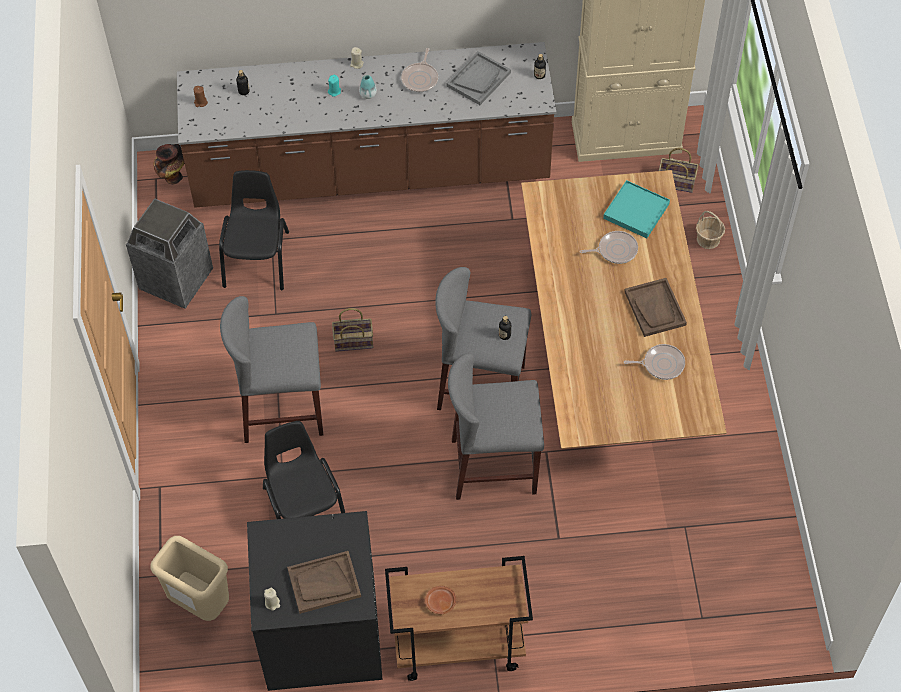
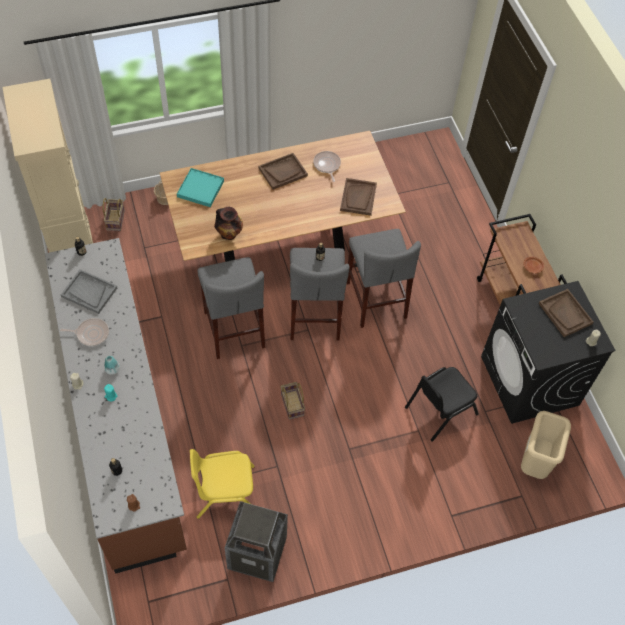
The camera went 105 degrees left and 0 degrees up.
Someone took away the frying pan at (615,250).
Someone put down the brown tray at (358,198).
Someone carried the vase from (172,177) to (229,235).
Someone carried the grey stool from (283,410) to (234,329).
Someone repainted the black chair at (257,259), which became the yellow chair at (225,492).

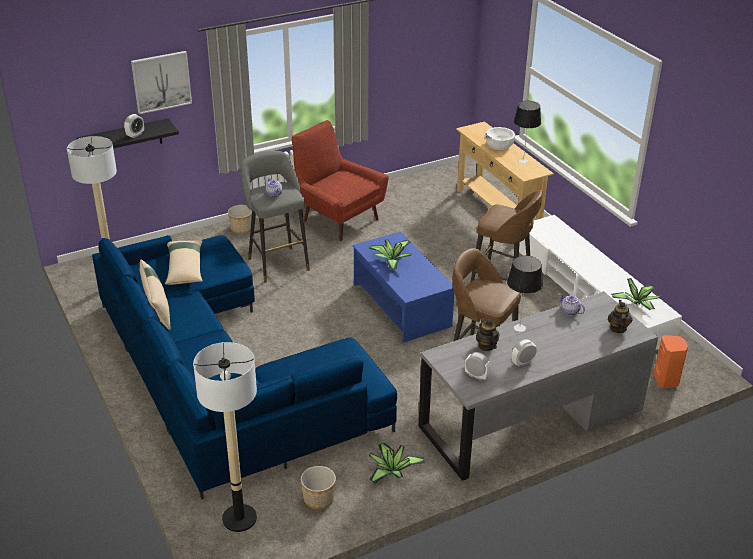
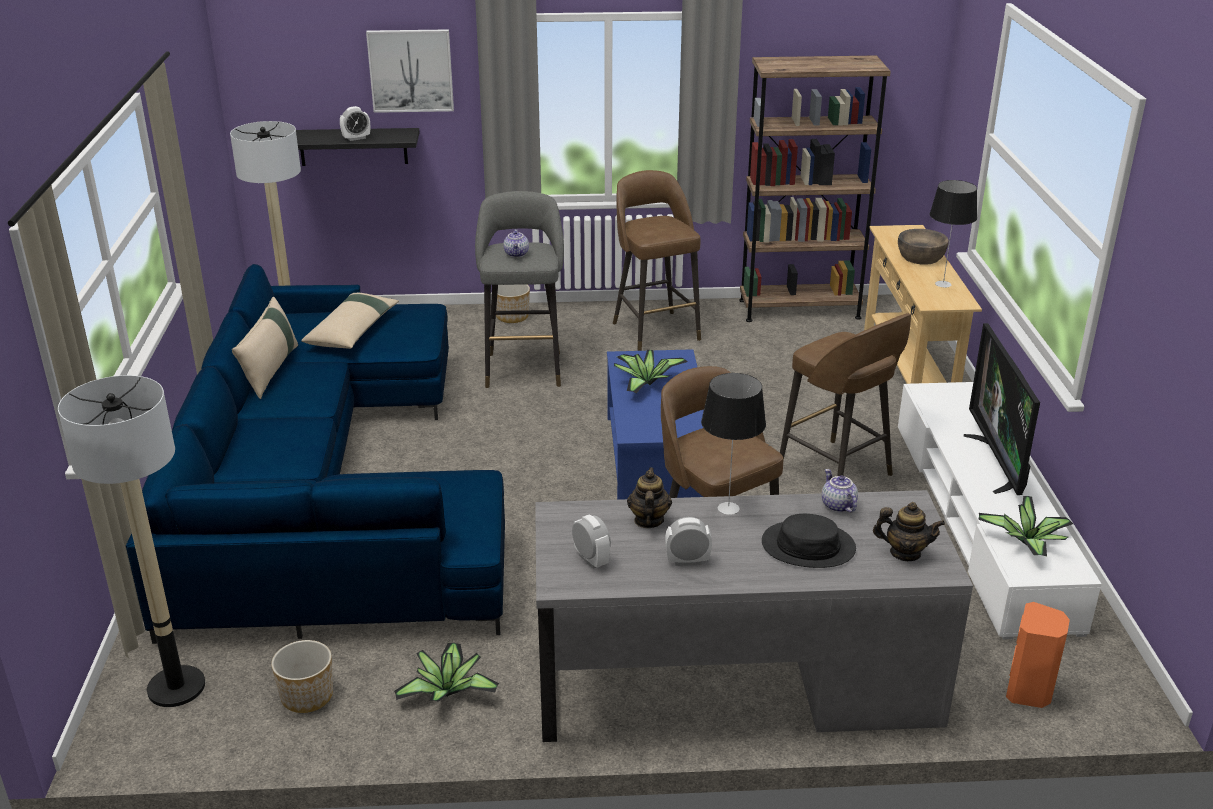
The camera went 25 degrees right and 5 degrees down.
Someone put down the brown bookcase at (799,309).
Someone put down the black hat at (808,546).
Someone put down the television at (998,463).
Someone swapped the red armchair at (337,218) for the brown stool at (655,330).
Someone repainted the white bowl at (499,145), which became the brown bowl at (920,257).
Someone rotated the teapot at (618,328) by 75 degrees clockwise.

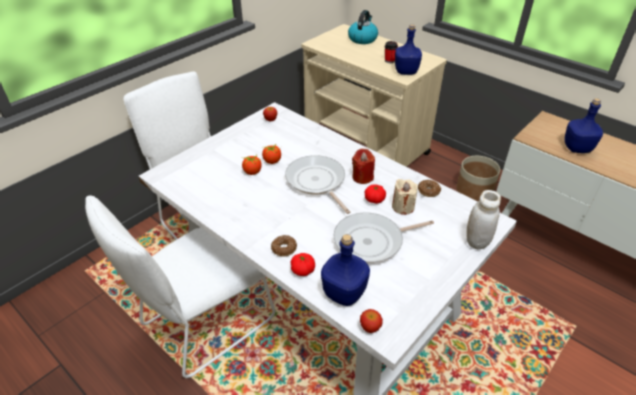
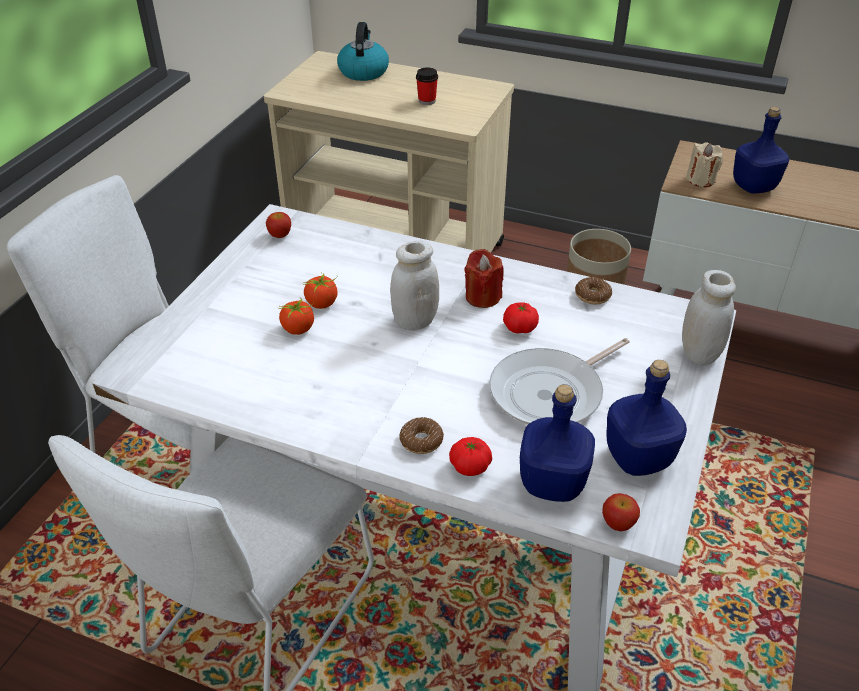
The camera went 20 degrees left and 0 degrees up.
Someone carried the beige candle from (403,207) to (701,180).
Someone carried the blue bottle from (406,72) to (639,459).
Someone swapped the frying pan at (317,182) for the white jar at (415,321).

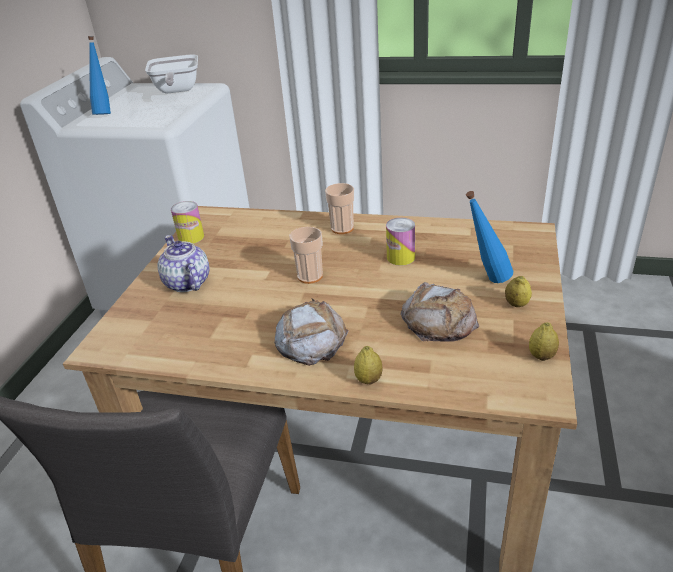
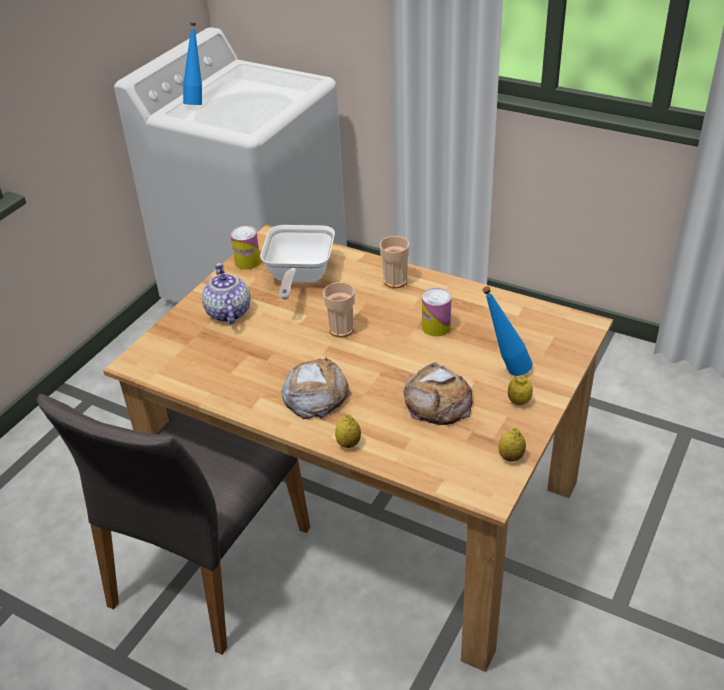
The camera went 15 degrees right and 5 degrees up.
Someone carried the frying pan from (176,91) to (298,278).

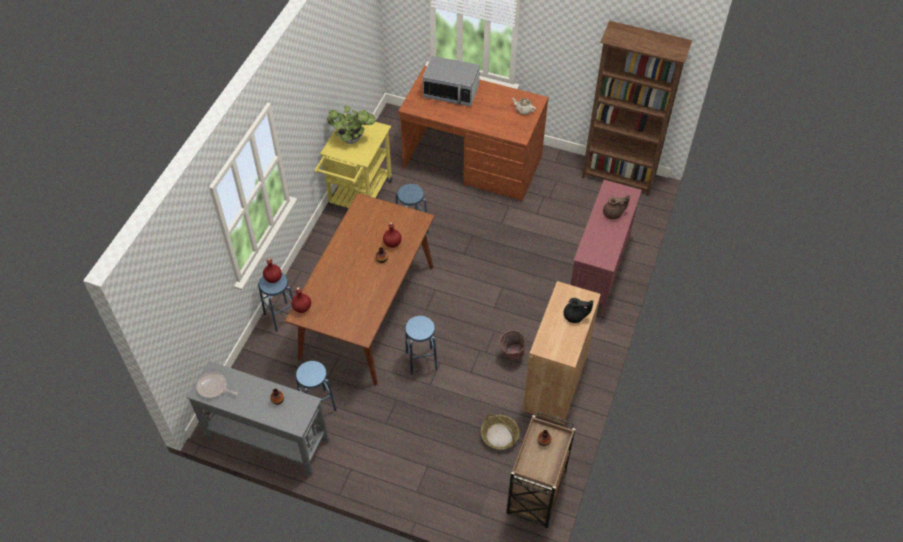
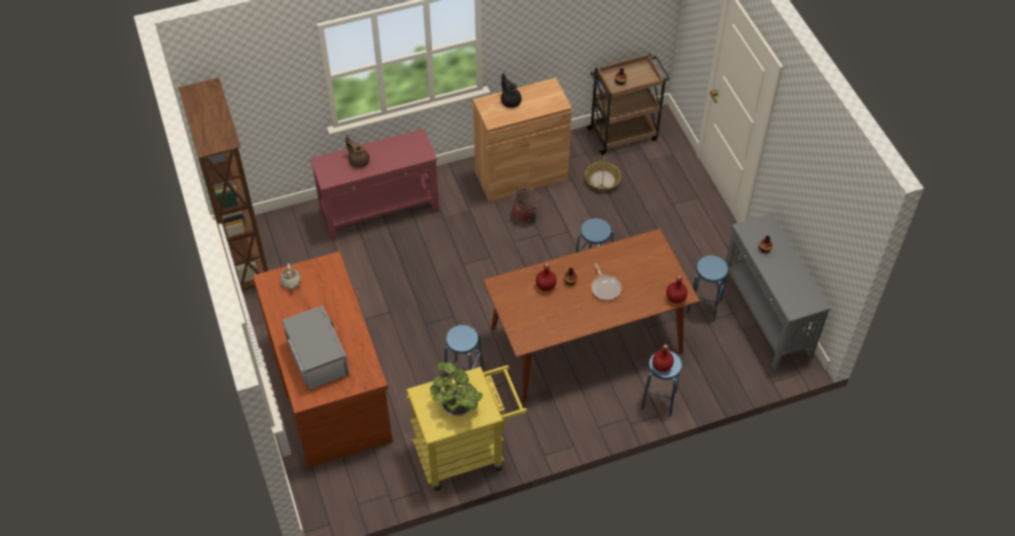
The camera went 130 degrees left and 0 degrees up.
Someone carried the frying pan from (213,387) to (605,288).

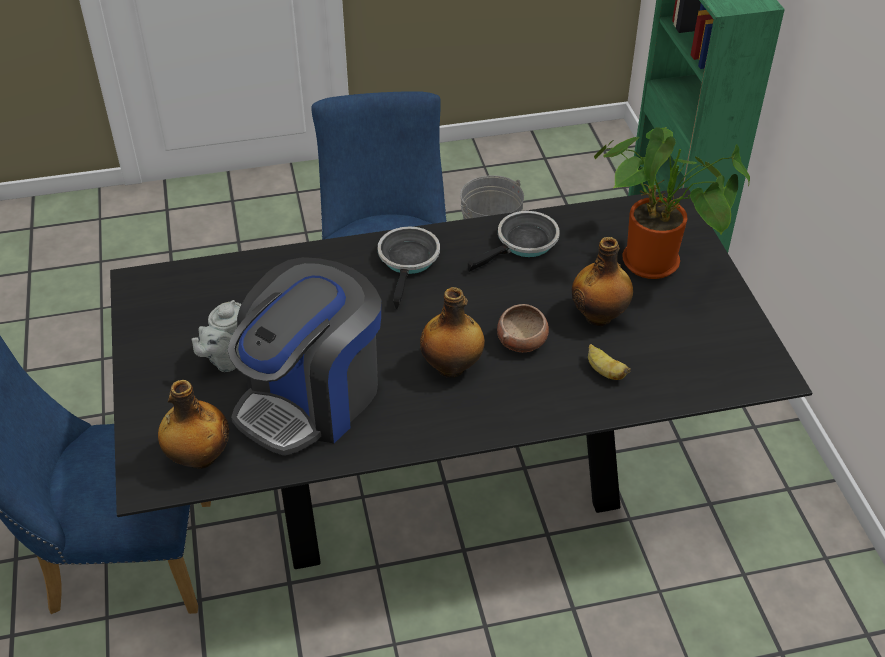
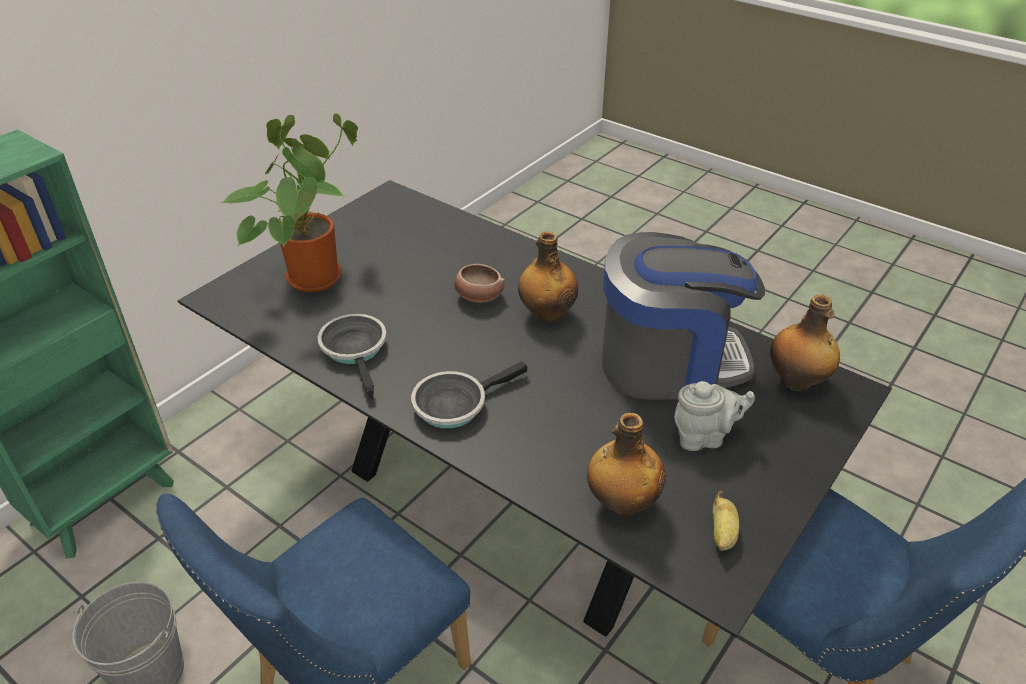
The camera went 130 degrees left and 5 degrees down.
Someone carried the bottle from (599,316) to (622,503).
Someone carried the banana from (604,371) to (722,534).
Someone rotated the frying pan at (523,244) by 60 degrees clockwise.

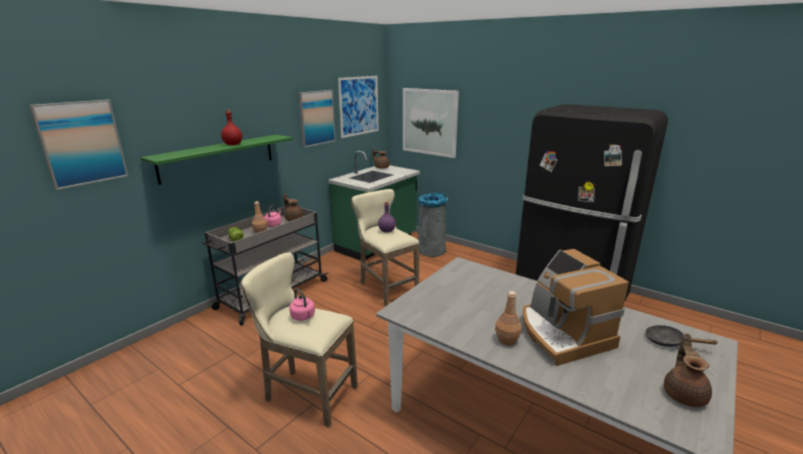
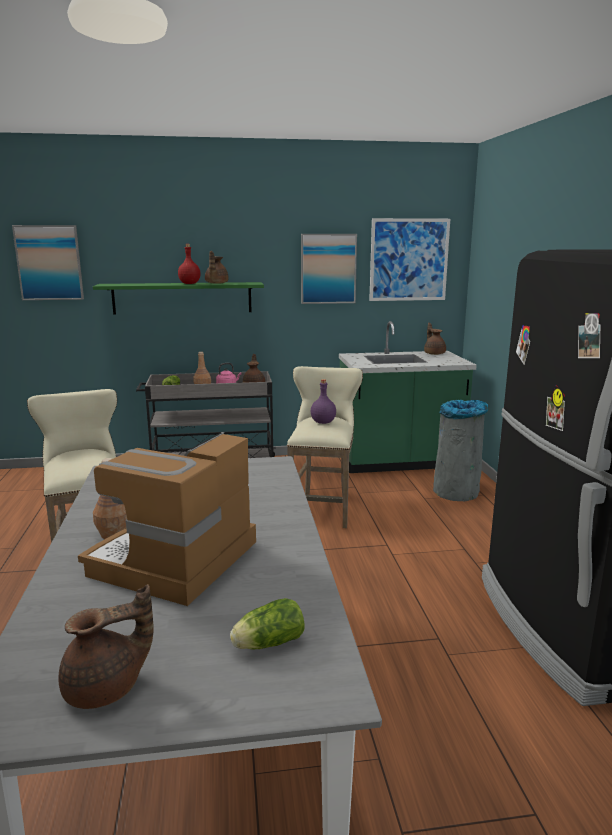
The camera went 45 degrees right and 5 degrees down.
Someone took away the pink kettle at (303,317).
Someone took away the picture at (429,122).
Someone put down the brown teapot at (216,283).
Someone swapped the black frying pan at (668,341) for the lettuce at (266,643).

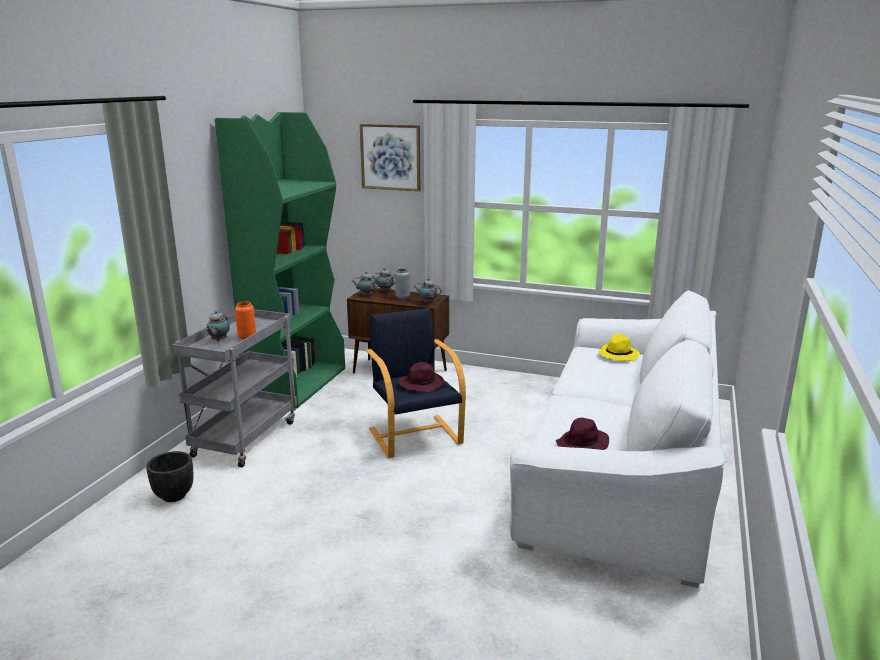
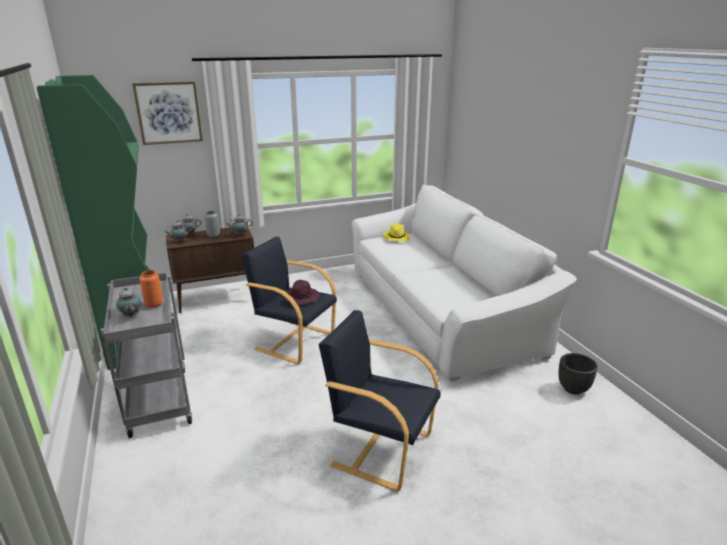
The camera went 40 degrees left and 5 degrees up.
Someone took away the purple hat at (582,445).
Someone put down the black armchair at (380,448).
Someone carried the black planter from (174,496) to (573,389).

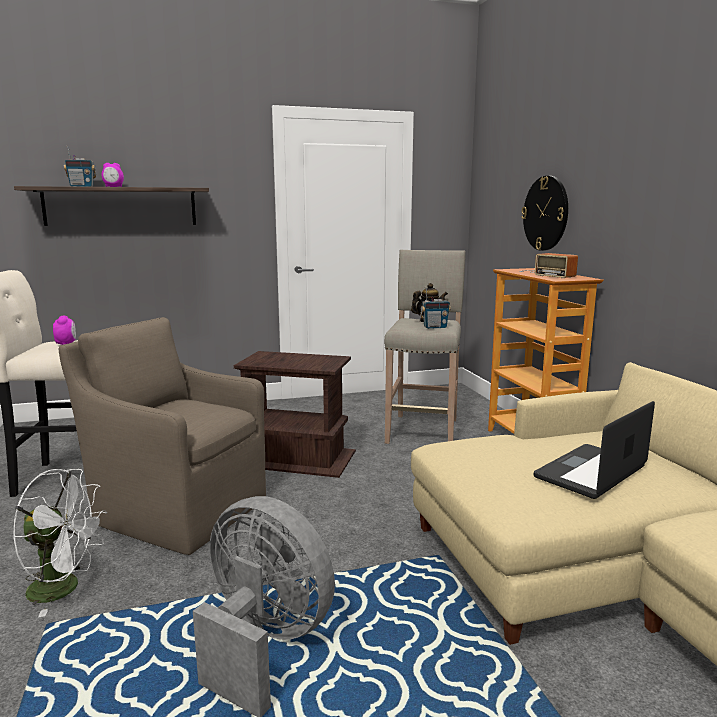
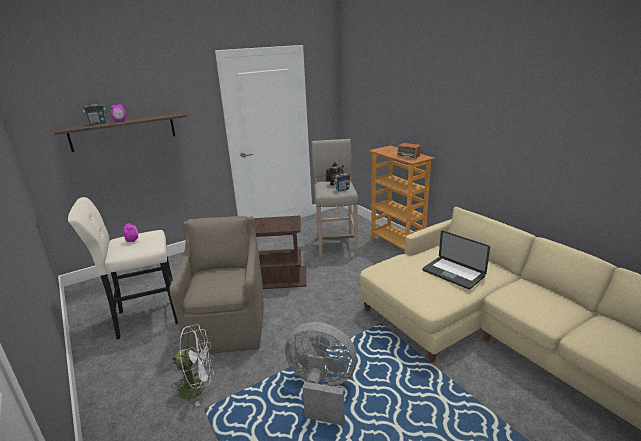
The camera went 15 degrees left and 10 degrees up.
Someone took away the wall clock at (545,213).
Someone rotated the brown armchair at (178,510) by 75 degrees clockwise.
Someone rotated the laptop at (590,472) by 75 degrees counterclockwise.

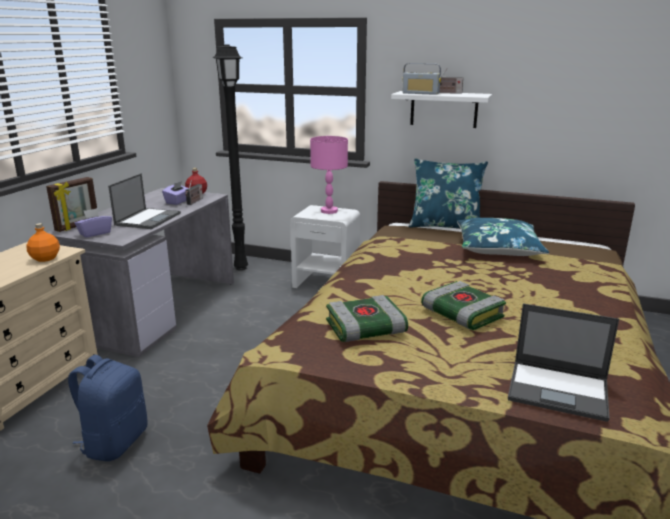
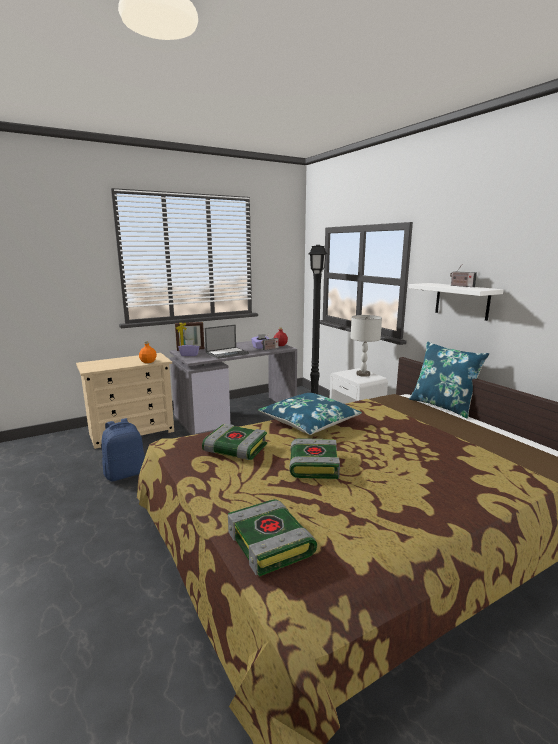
The camera went 40 degrees right and 5 degrees down.
Someone took away the radio at (420,93).
Someone carried the blue pillow from (498,248) to (309,422).
Someone swapped the laptop at (559,390) for the book at (271,543).
Someone repainted the pink table lamp at (329,211), which became the grey table lamp at (363,374).

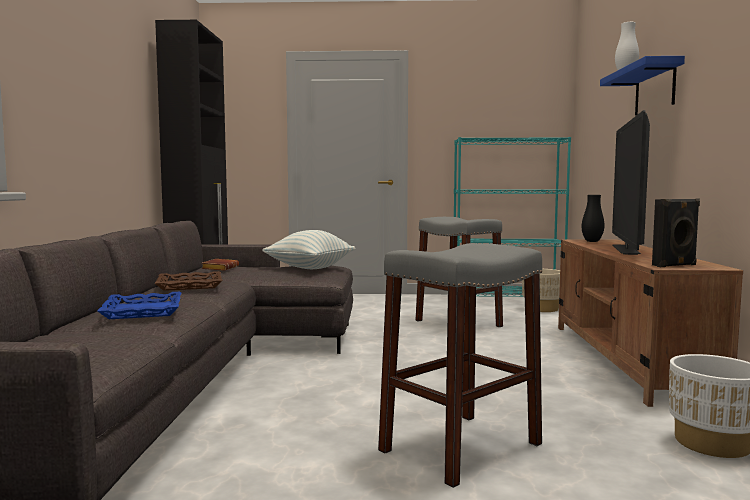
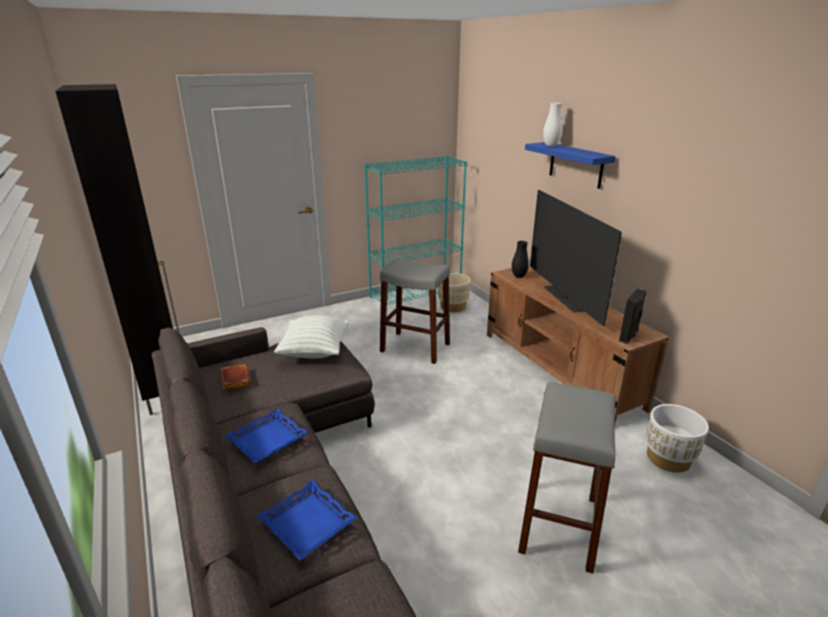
The camera went 30 degrees left and 20 degrees up.
Someone repainted the brown tray at (189,285), which became the blue tray at (267,440).

